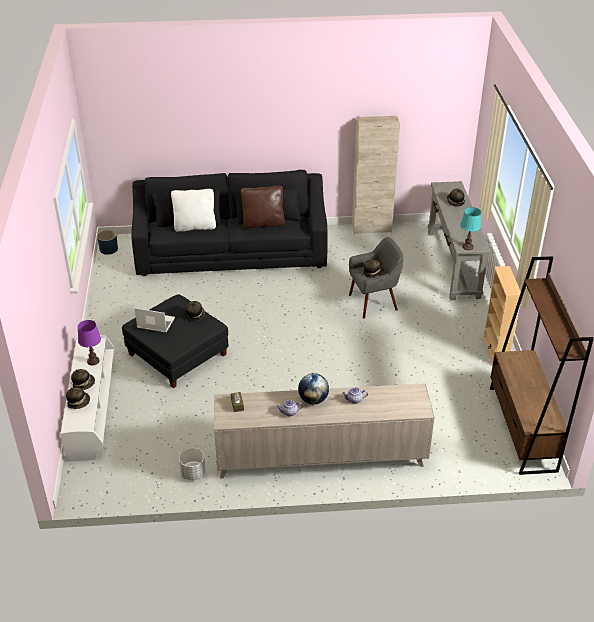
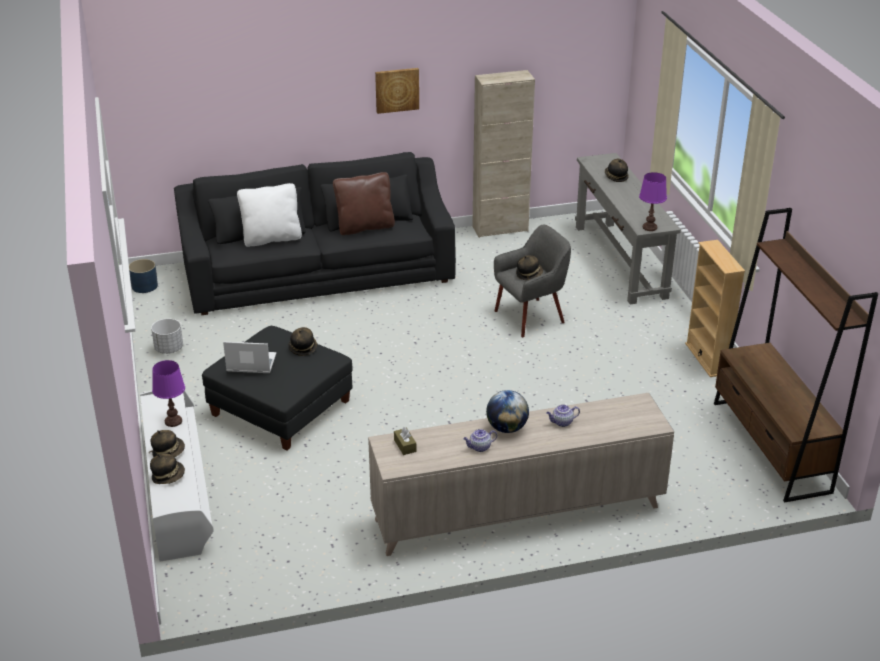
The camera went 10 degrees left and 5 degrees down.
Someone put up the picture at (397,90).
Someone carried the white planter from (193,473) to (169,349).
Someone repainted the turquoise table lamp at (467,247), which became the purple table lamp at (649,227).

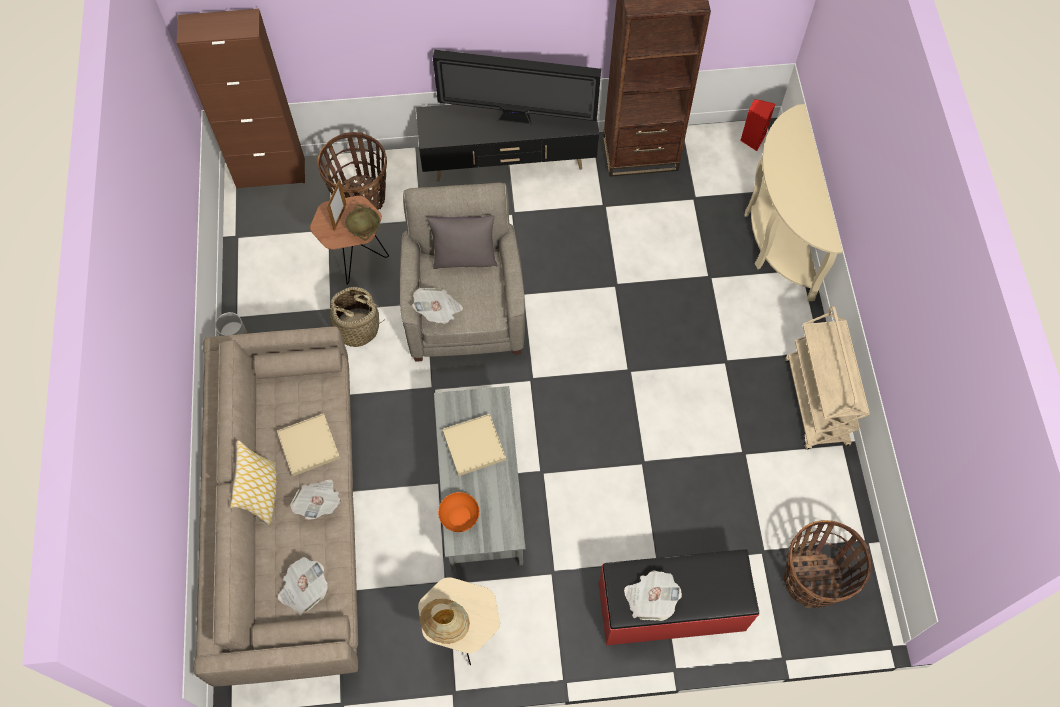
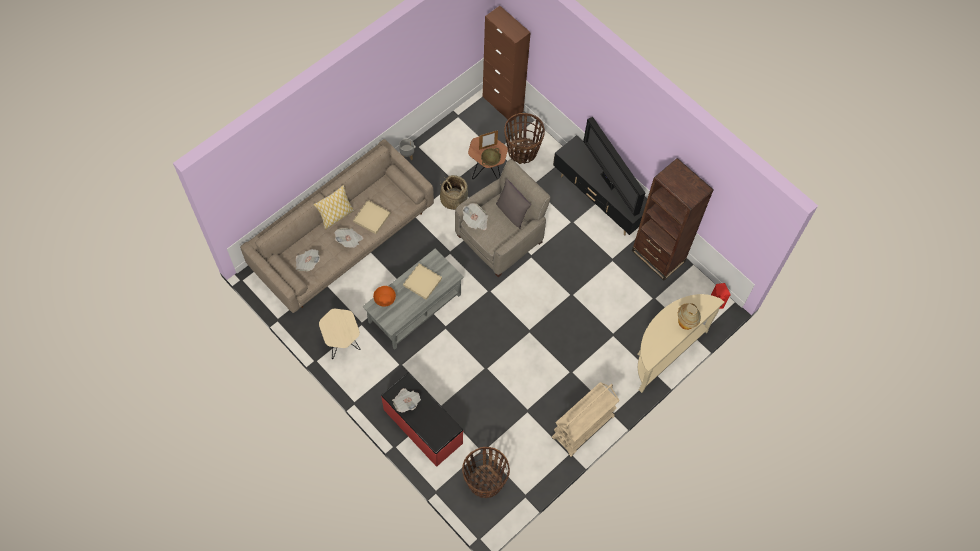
The camera went 50 degrees right and 0 degrees up.
Someone carried the table lamp from (446,629) to (685,323).

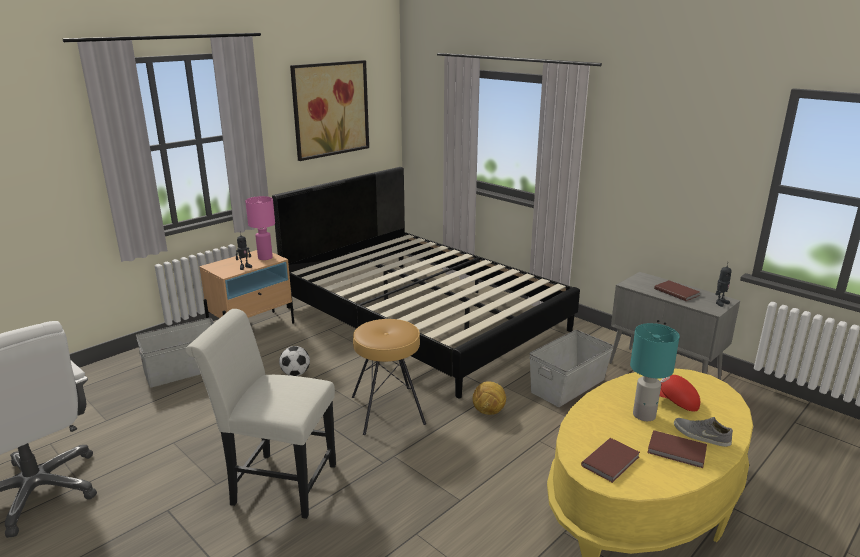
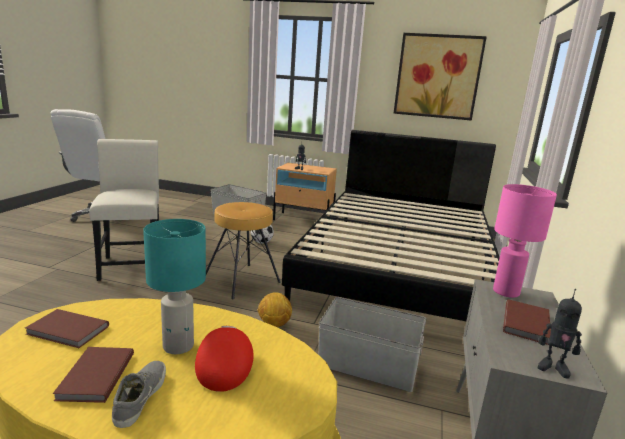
The camera went 60 degrees right and 5 degrees down.
Someone carried the pink table lamp from (265,257) to (506,292).

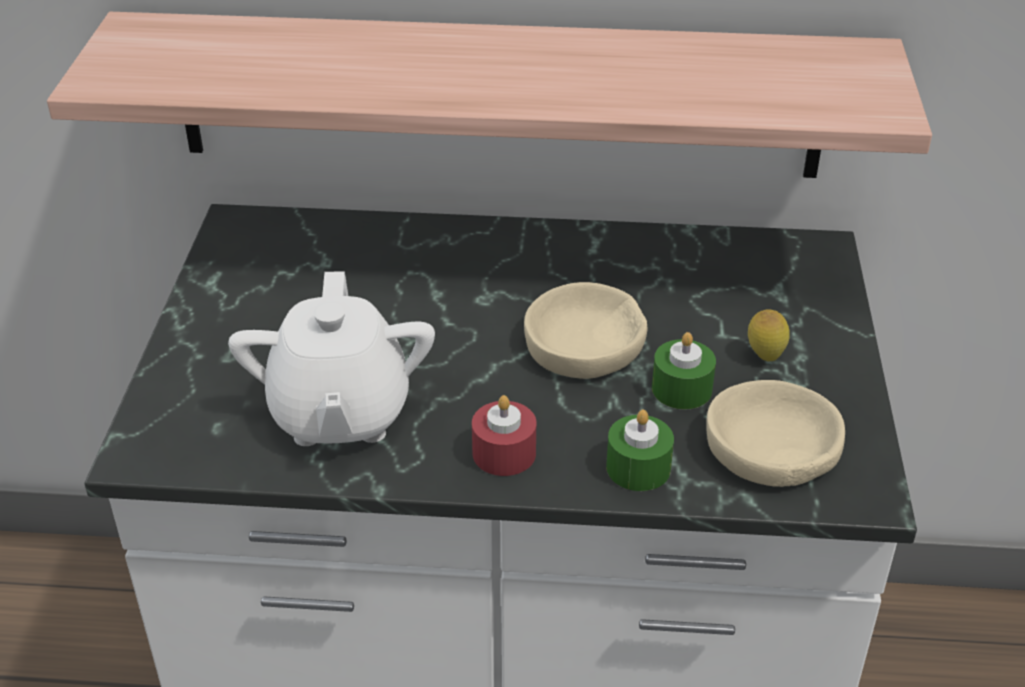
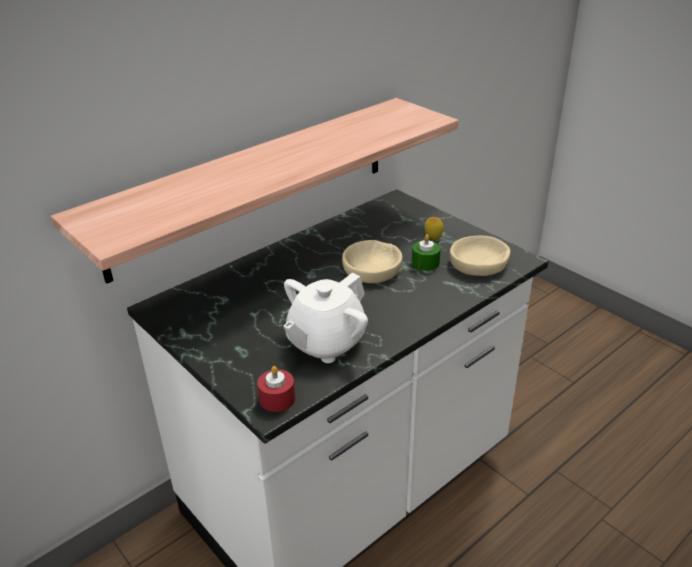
The camera went 45 degrees left and 5 degrees down.
Someone took away the green candle at (638,467).
Someone carried the red candle from (504,453) to (277,399).
Someone rotated the white teapot at (340,414) by 90 degrees clockwise.

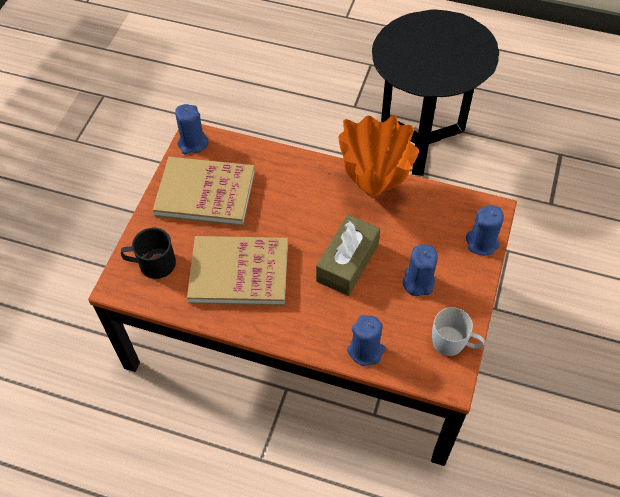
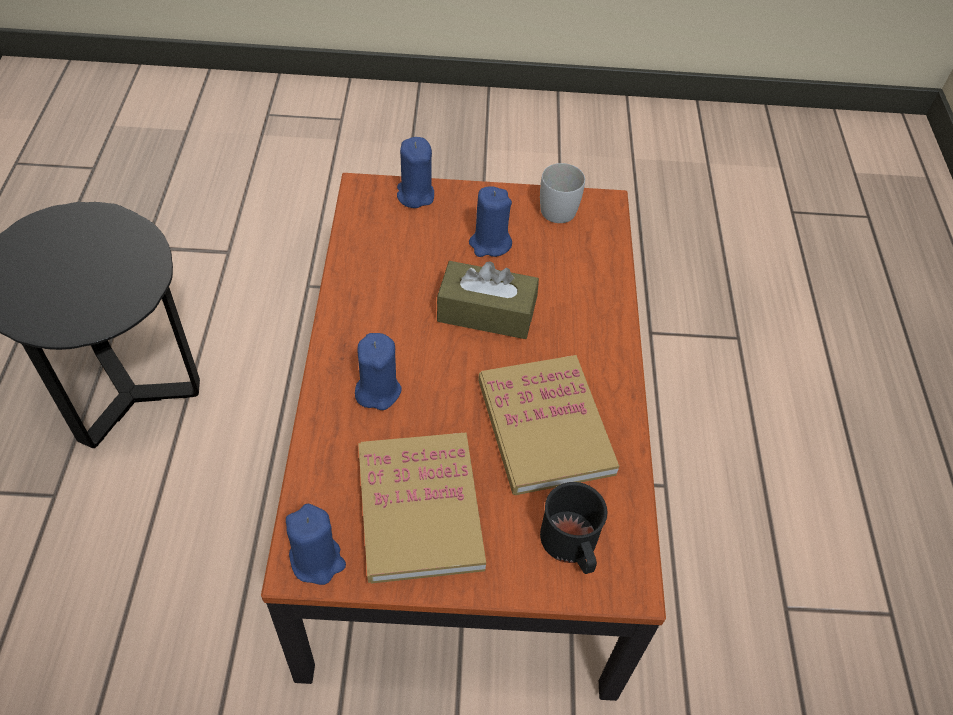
The camera went 110 degrees left and 5 degrees down.
Someone took away the orange vase at (374,190).
Someone carried the blue candle from (366,350) to (378,391).

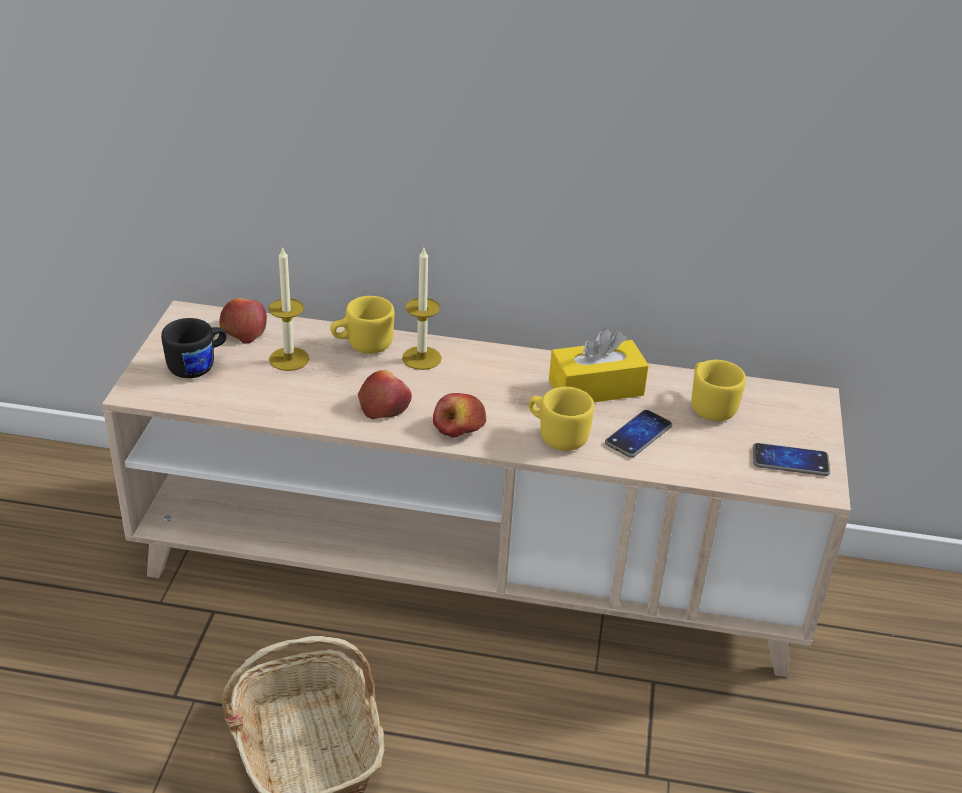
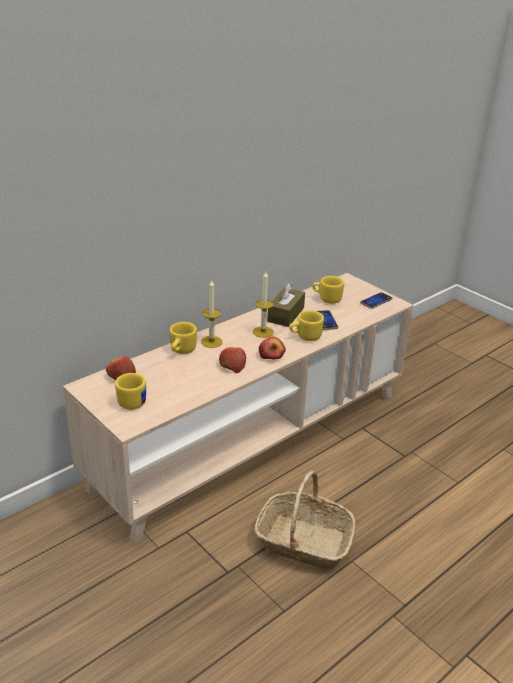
The camera went 50 degrees left and 5 degrees down.
Someone carried the candle from (289,359) to (263,332).
Someone repainted the black mug at (198,366), which became the yellow mug at (133,400).
Someone repainted the yellow tissue box at (596,388), which became the brown tissue box at (285,315).

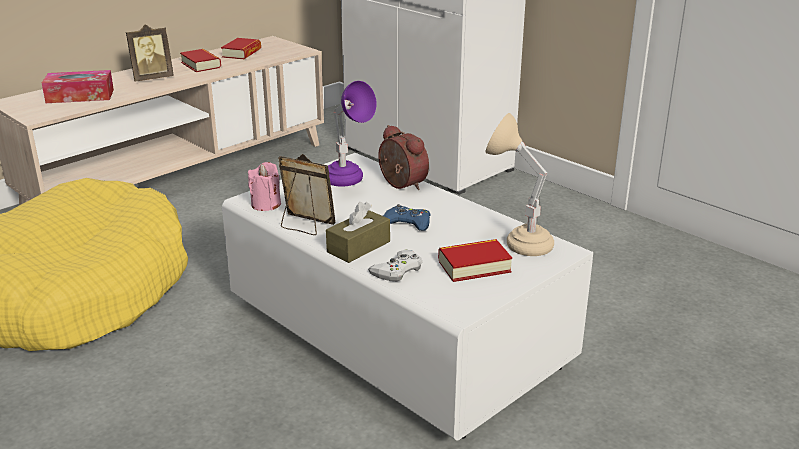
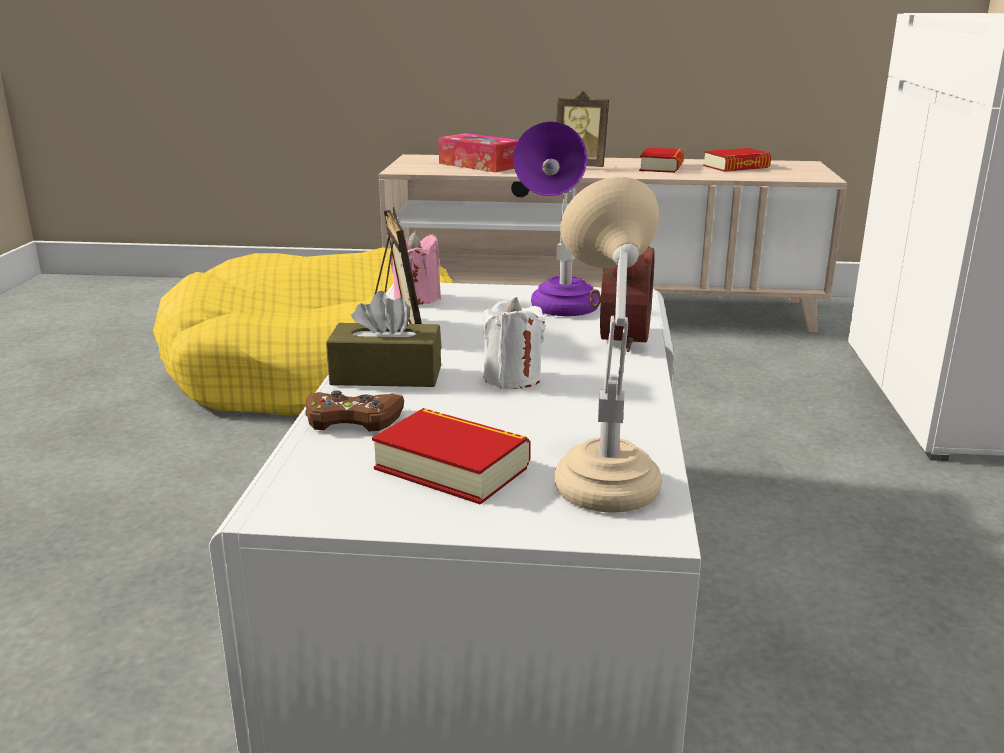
The camera went 50 degrees right and 5 degrees down.
Someone swapped the blue game controller at (408,223) for the white candle at (512,378).
Someone repainted the white game controller at (397,270), which became the brown game controller at (352,420).

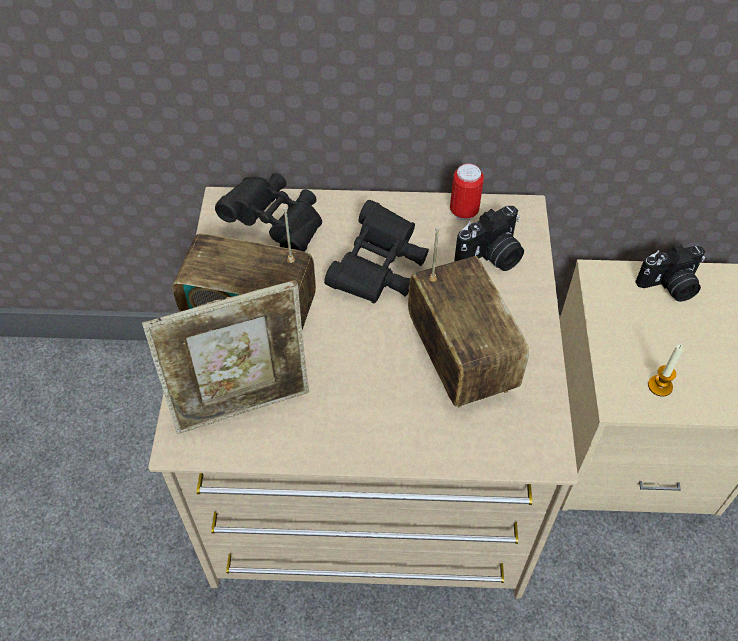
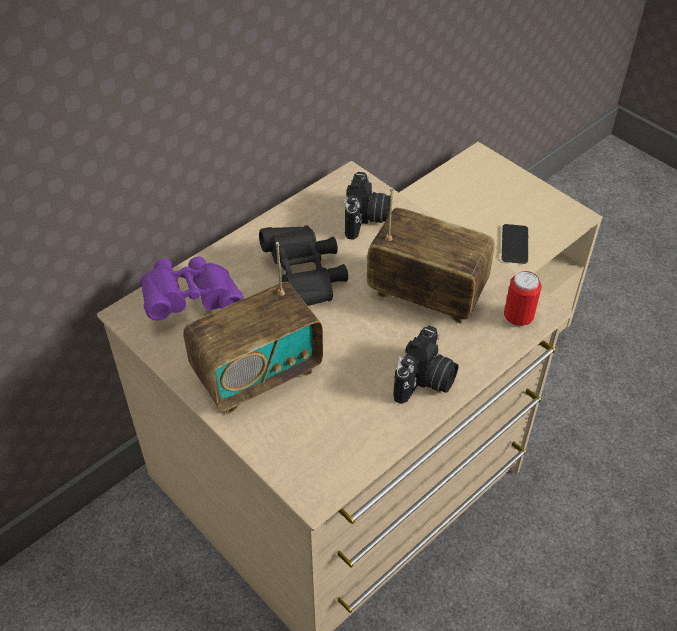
The camera went 45 degrees left and 5 degrees down.
Someone took away the picture frame at (243,405).
Someone carried the can from (464,212) to (518,318).
Someone carried the photo camera from (670,286) to (425,381).
Someone swapped the candle at (660,386) for the phone at (514,244).
Someone repainted the black binoculars at (277,224), which became the purple binoculars at (191,300).

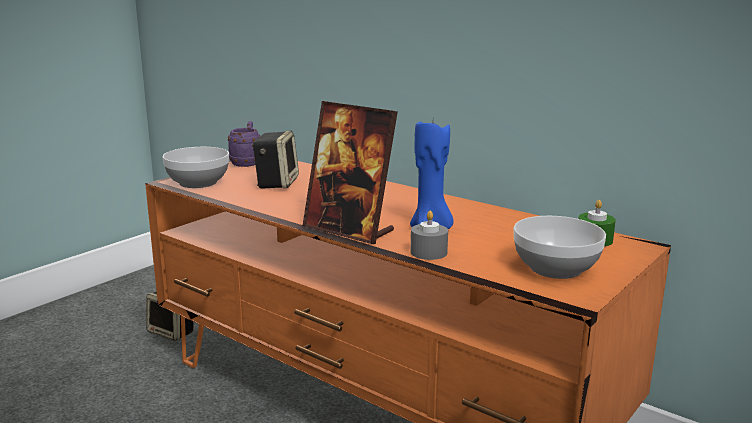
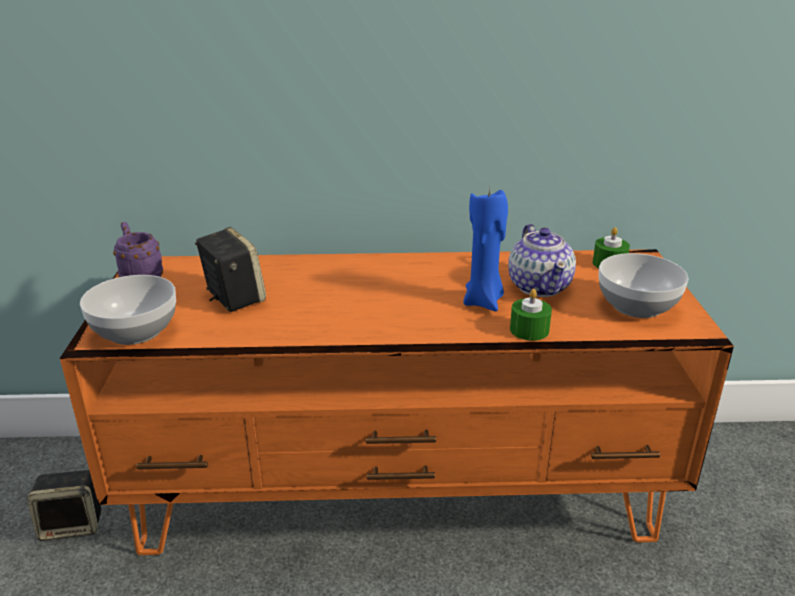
The camera went 40 degrees left and 10 degrees up.
Someone took away the picture frame at (349,230).
Someone put down the teapot at (539,286).
Someone repainted the grey candle at (428,252), which became the green candle at (529,330).

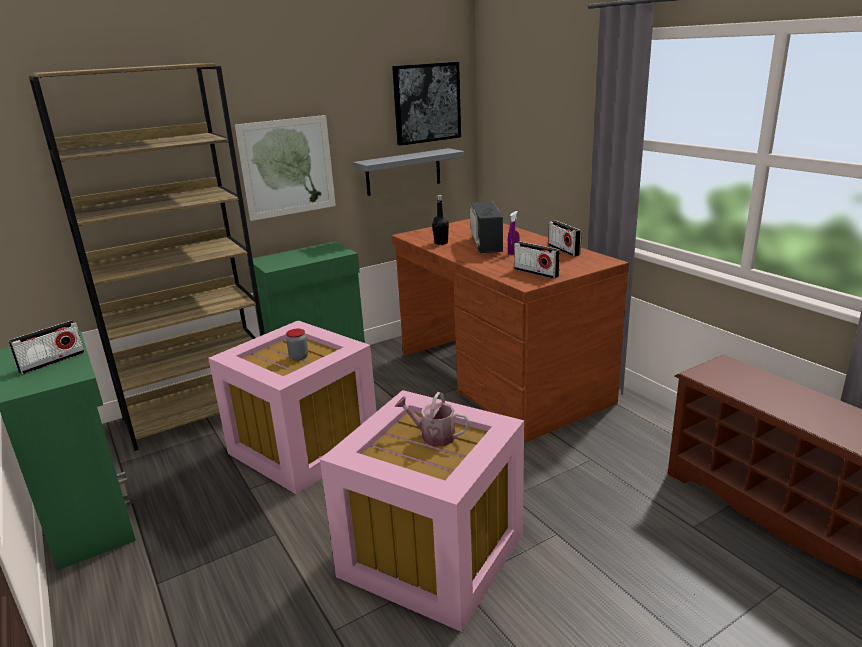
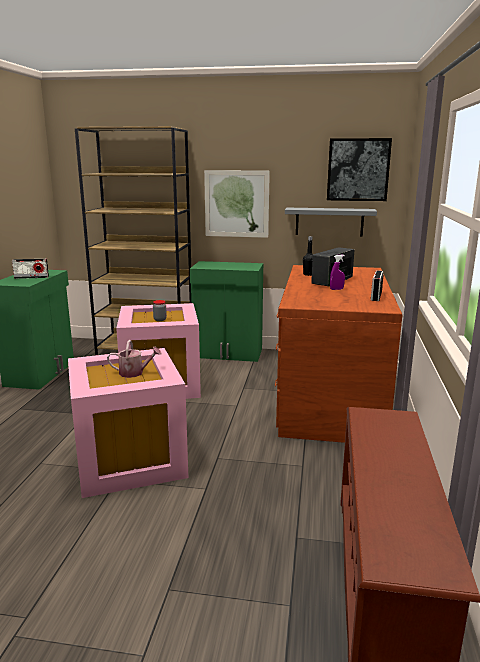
The camera went 40 degrees right and 5 degrees down.
Someone took away the radio at (536,273).
Someone rotated the watering can at (433,436) by 120 degrees clockwise.

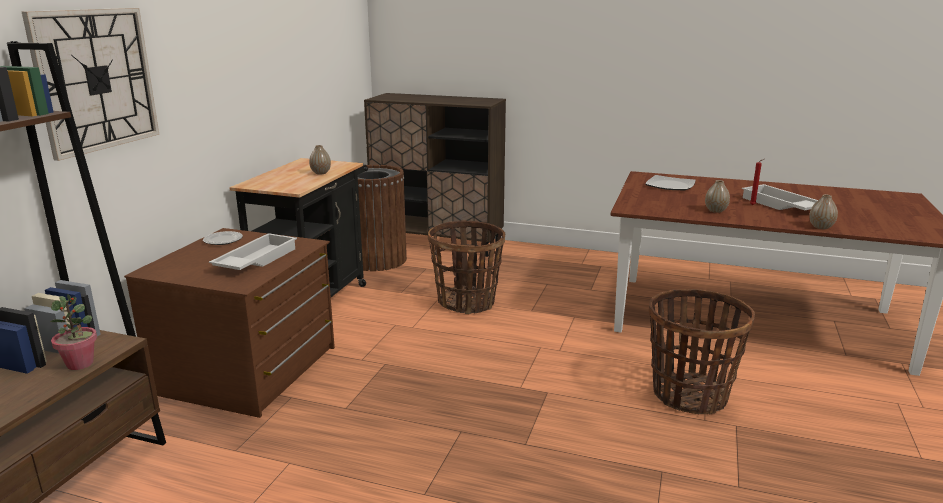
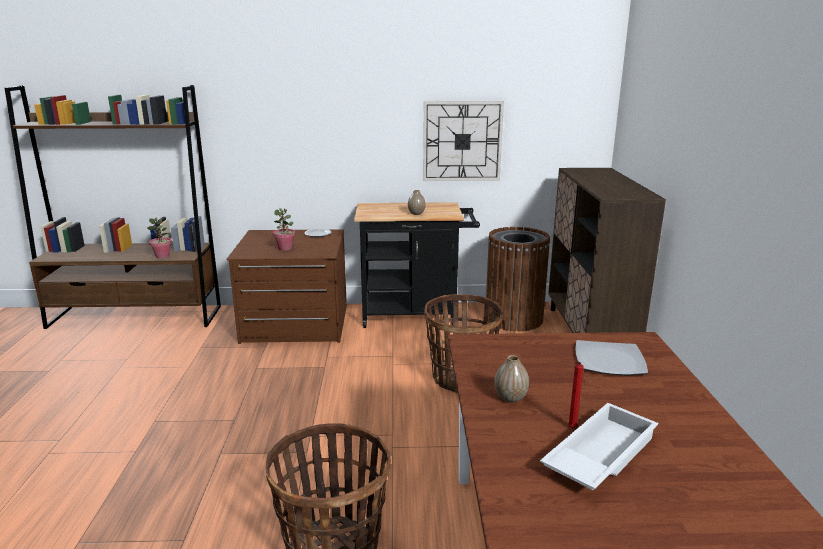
The camera went 70 degrees right and 0 degrees up.
Someone took away the vase at (821,227).
Someone carried the wall clock from (96,80) to (462,141).
Someone swapped the white tray at (255,260) for the potted plant at (285,248).

